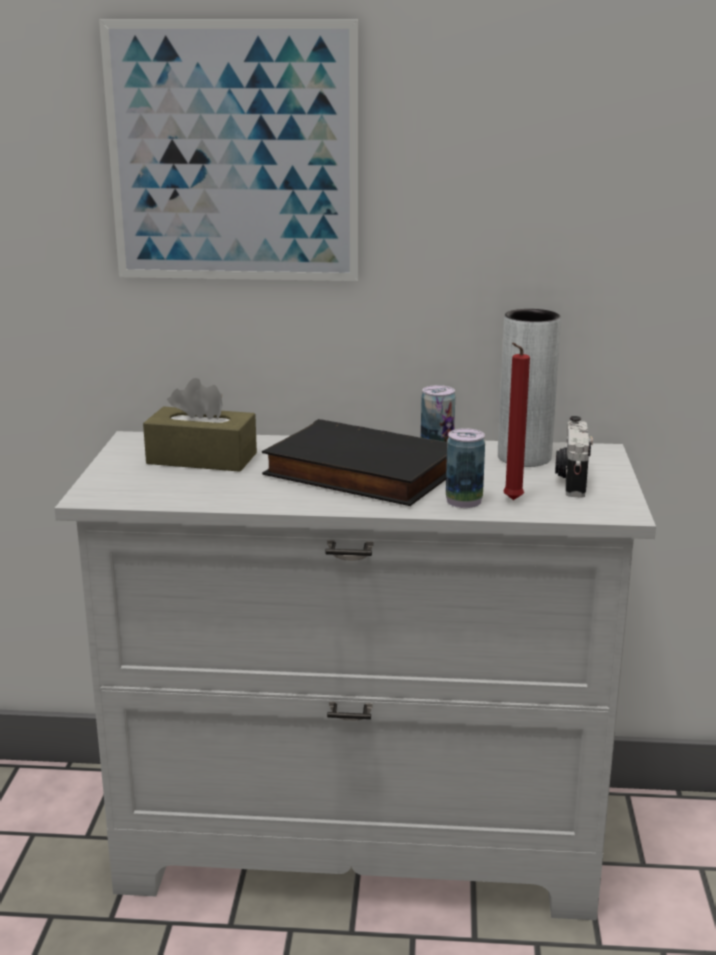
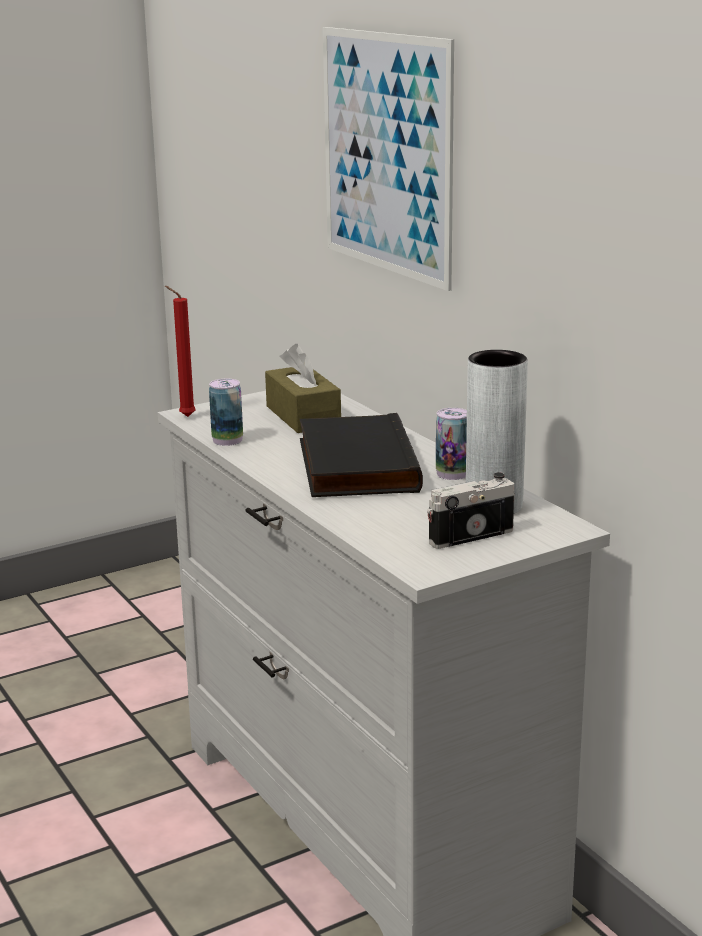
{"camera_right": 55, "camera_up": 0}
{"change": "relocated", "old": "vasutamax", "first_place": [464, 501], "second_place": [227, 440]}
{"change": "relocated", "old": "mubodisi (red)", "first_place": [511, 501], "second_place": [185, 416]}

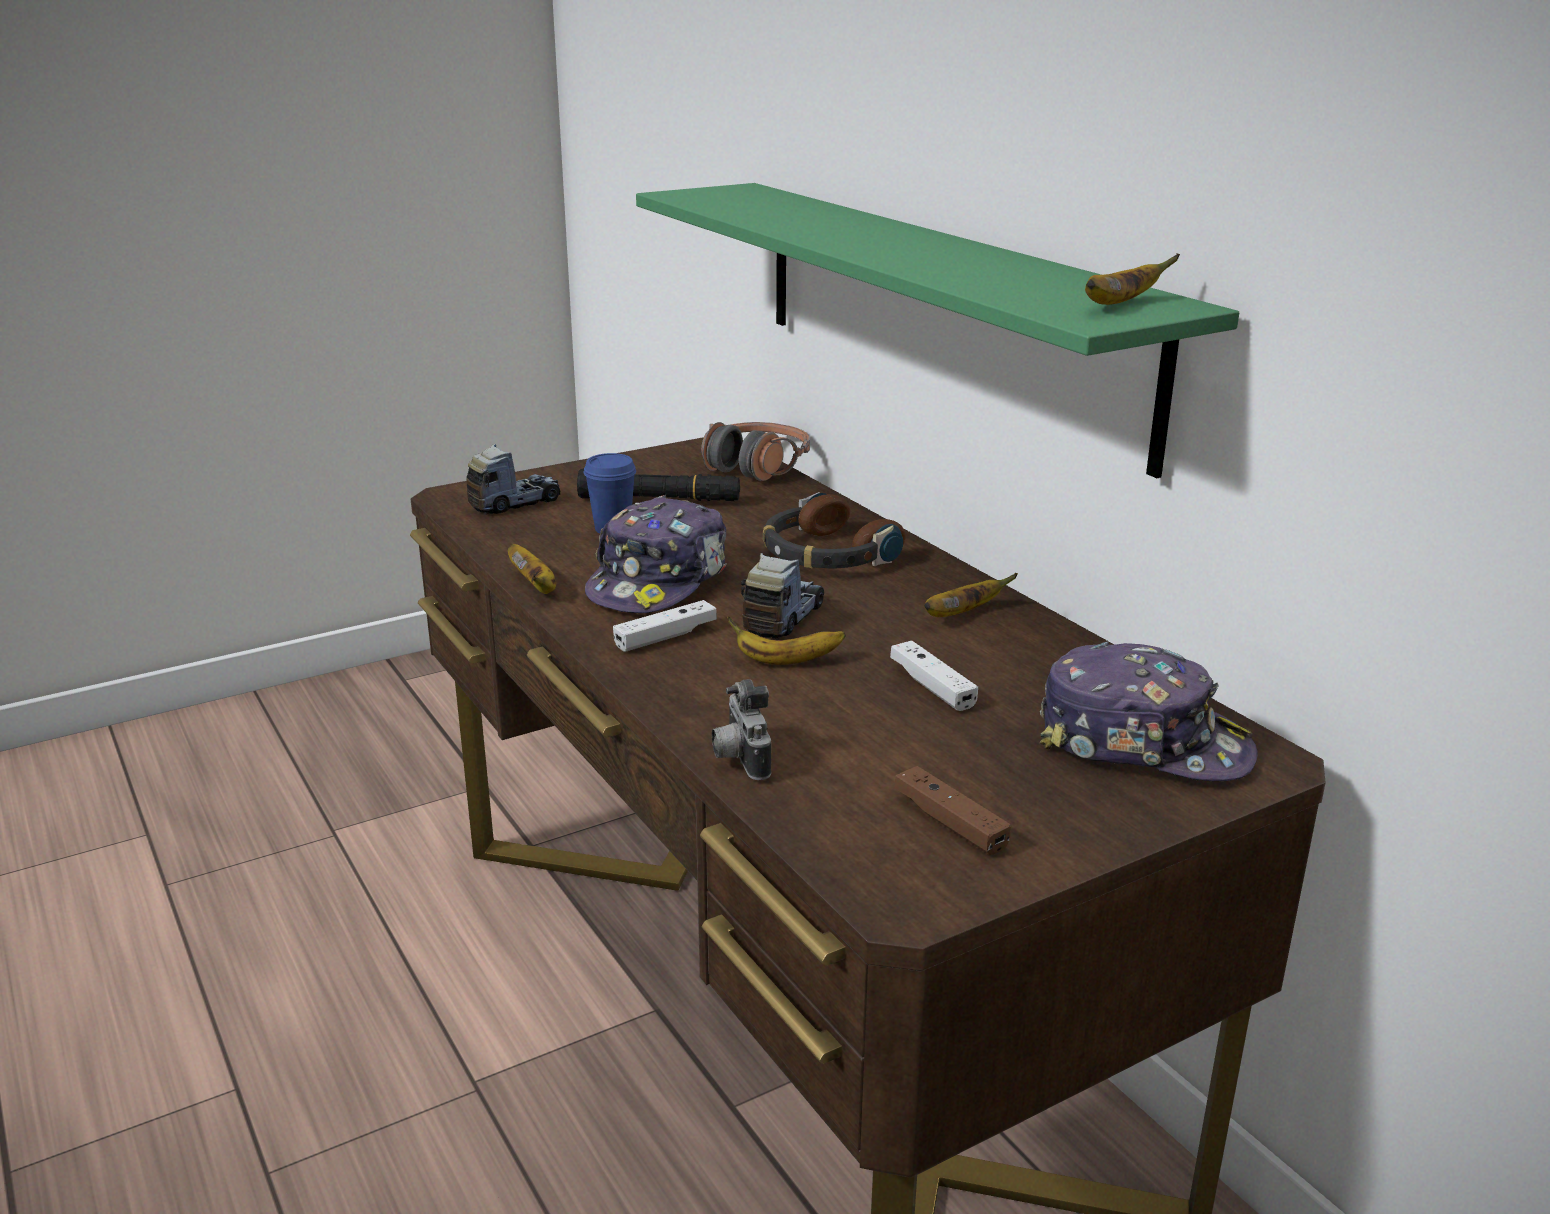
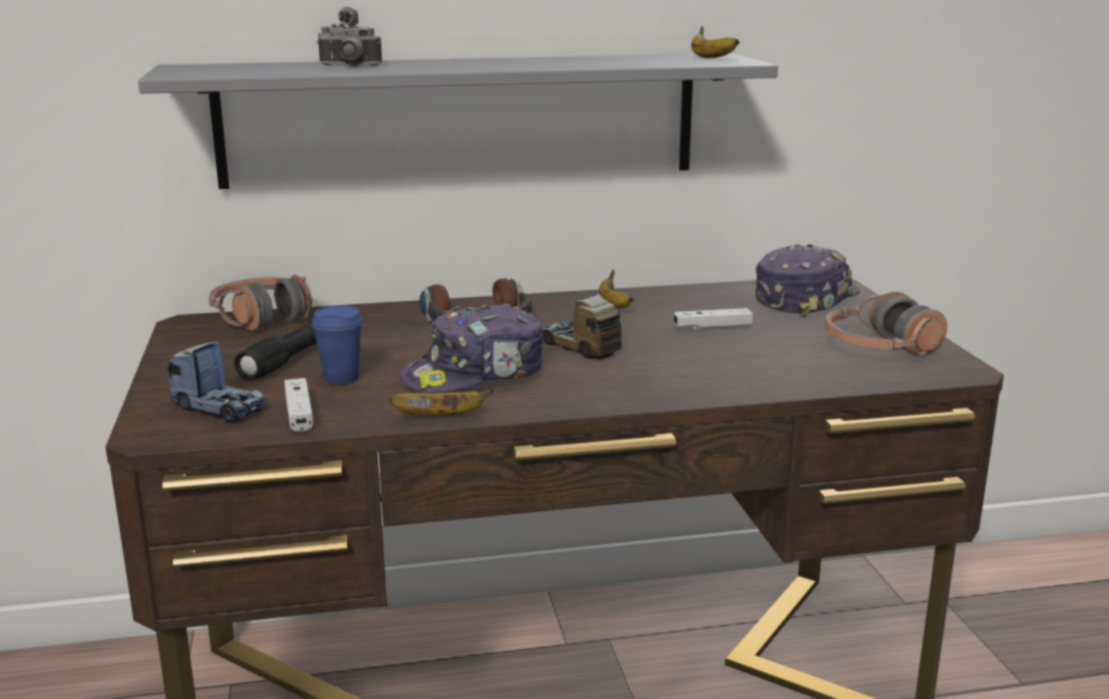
{"camera_right": -70, "camera_up": -5}
{"change": "missing", "old": "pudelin", "first_place": [786, 661]}
{"change": "relocated", "old": "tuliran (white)", "first_place": [666, 637], "second_place": [299, 414]}
{"change": "relocated", "old": "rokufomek", "first_place": [739, 759], "second_place": [349, 65]}
{"change": "exchanged", "old": "tuliran (brown)", "new": "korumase", "first_place": [950, 823], "second_place": [880, 349]}
{"change": "colour", "old": "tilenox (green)", "new": "tilenox (grey)", "first_place": [942, 312], "second_place": [460, 119]}
{"change": "spun", "old": "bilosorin", "first_place": [514, 503], "second_place": [218, 408], "degrees": 135}
{"change": "spun", "old": "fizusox", "first_place": [659, 581], "second_place": [476, 374], "degrees": 105}

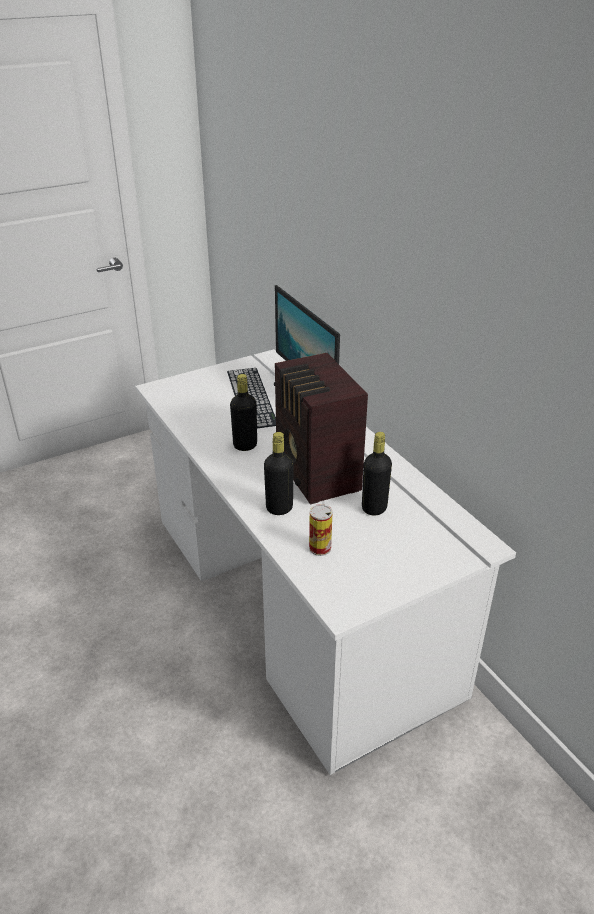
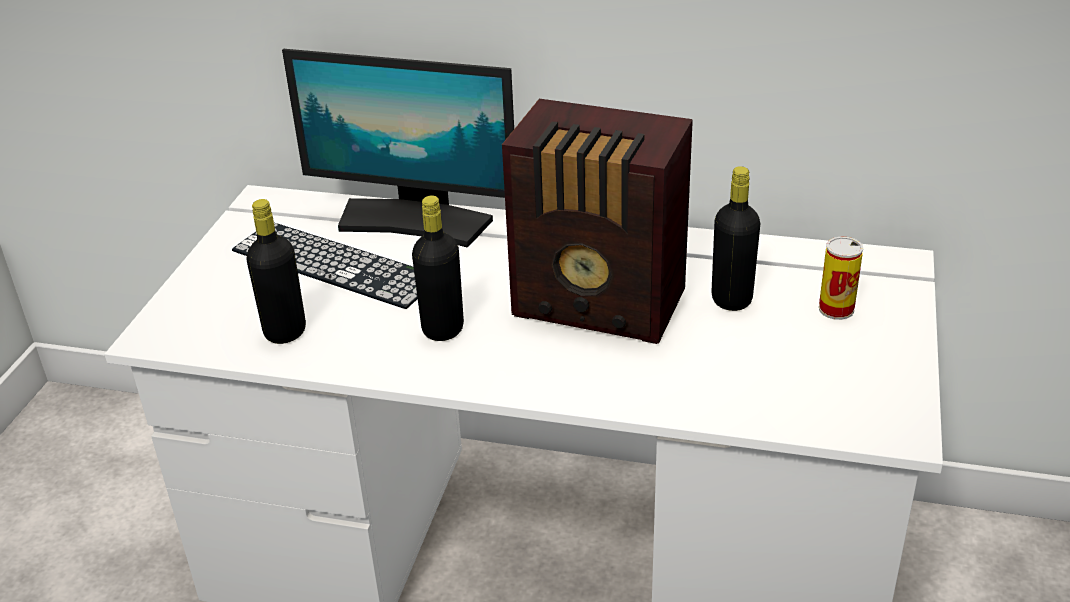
{"camera_right": -45, "camera_up": 0}
{"change": "relocated", "old": "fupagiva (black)", "first_place": [279, 508], "second_place": [285, 332]}
{"change": "relocated", "old": "vasutamax", "first_place": [320, 548], "second_place": [836, 309]}

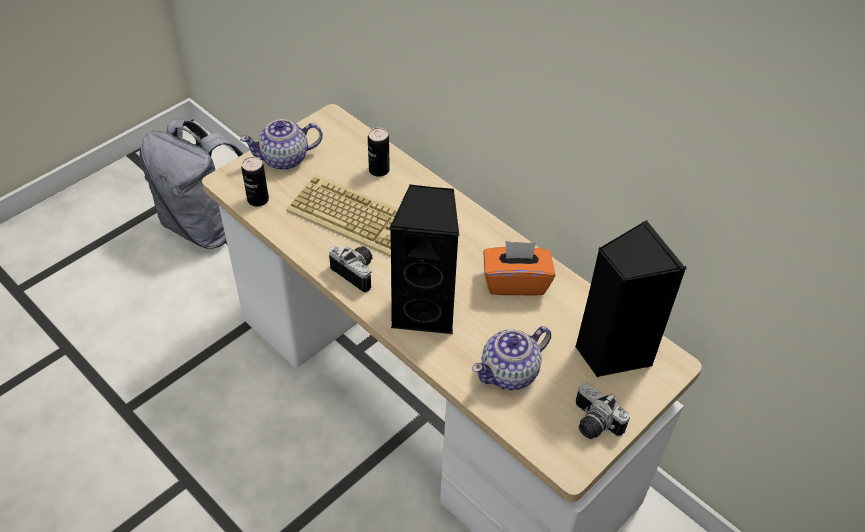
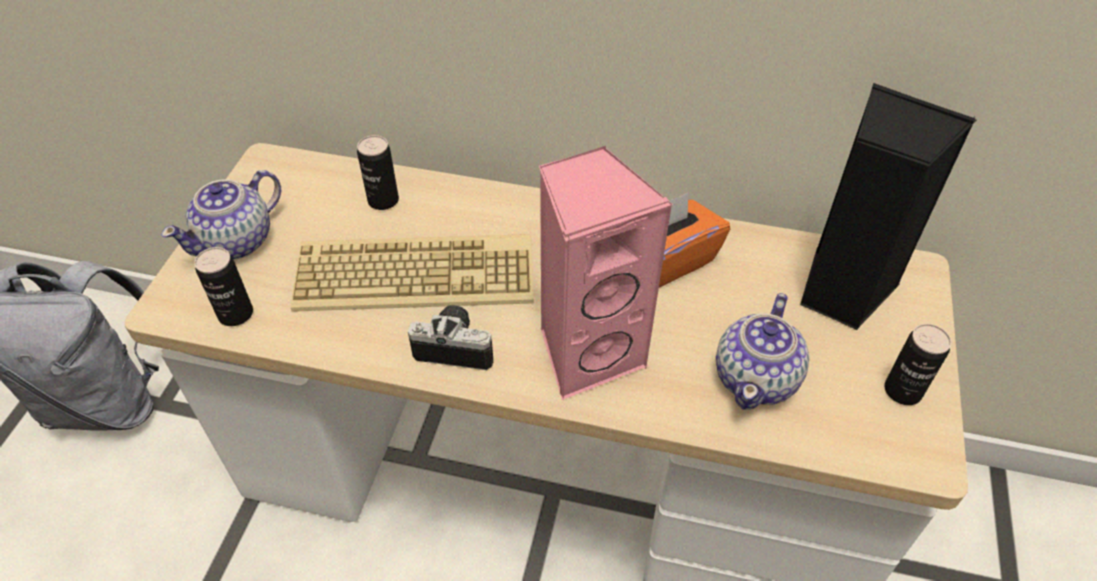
{"camera_right": -30, "camera_up": 0}
{"change": "exchanged", "old": "rokufomek", "new": "vasutamax", "first_place": [592, 424], "second_place": [902, 391]}
{"change": "colour", "old": "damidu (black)", "new": "damidu (pink)", "first_place": [425, 310], "second_place": [587, 352]}

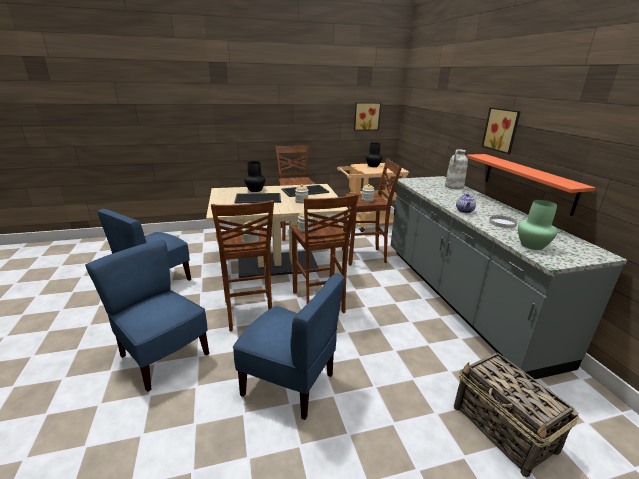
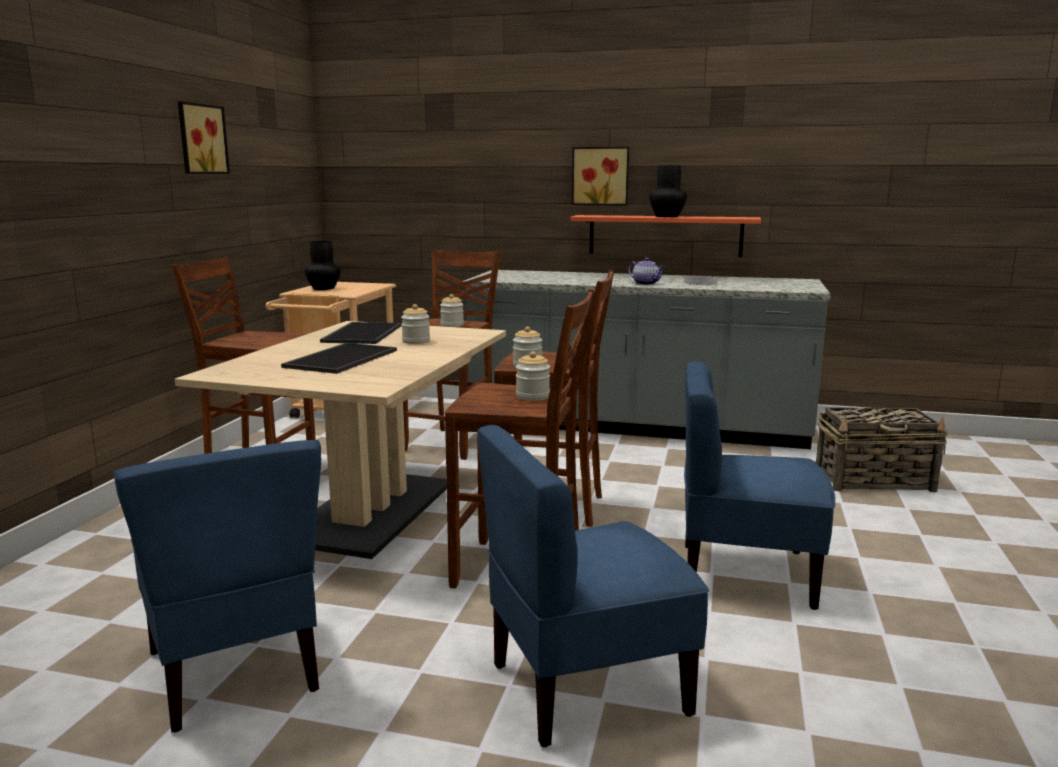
{"camera_right": -60, "camera_up": -10}
{"change": "missing", "old": "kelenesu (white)", "first_place": [454, 187]}
{"change": "missing", "old": "kelenesu (green)", "first_place": [532, 245]}
{"change": "relocated", "old": "kelenesu (black)", "first_place": [255, 190], "second_place": [667, 216]}
{"change": "relocated", "old": "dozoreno", "first_place": [366, 116], "second_place": [200, 139]}
{"change": "spun", "old": "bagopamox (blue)", "first_place": [289, 383], "second_place": [745, 574], "degrees": -135}

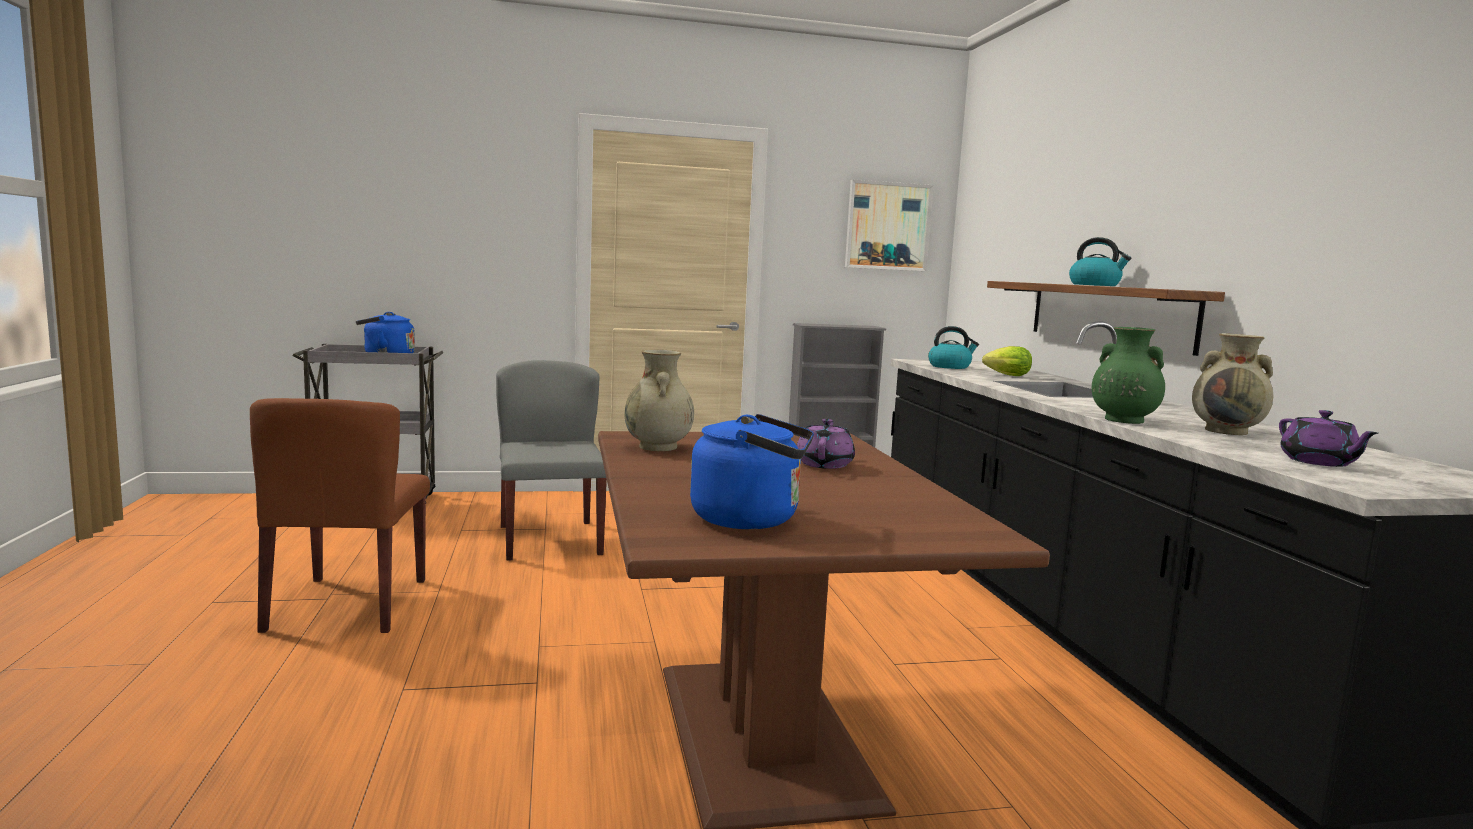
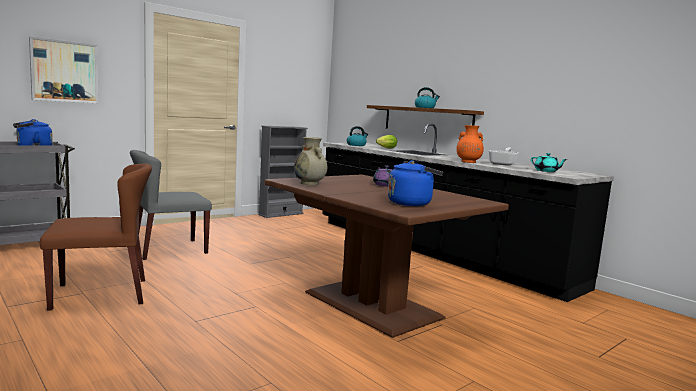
{"camera_right": -30, "camera_up": 0}
{"change": "relocated", "old": "dozoreno", "first_place": [887, 226], "second_place": [64, 71]}
{"change": "exchanged", "old": "kelenesu (beige)", "new": "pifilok", "first_place": [1227, 431], "second_place": [503, 164]}
{"change": "colour", "old": "kelenesu (green)", "new": "kelenesu (orange)", "first_place": [1122, 420], "second_place": [468, 162]}
{"change": "colour", "old": "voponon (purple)", "new": "voponon (turquoise)", "first_place": [1319, 462], "second_place": [546, 171]}
{"change": "spun", "old": "bagopamox (brown)", "first_place": [348, 605], "second_place": [101, 294], "degrees": -75}
{"change": "spun", "old": "bagopamox (grey)", "first_place": [549, 539], "second_place": [169, 249], "degrees": -75}

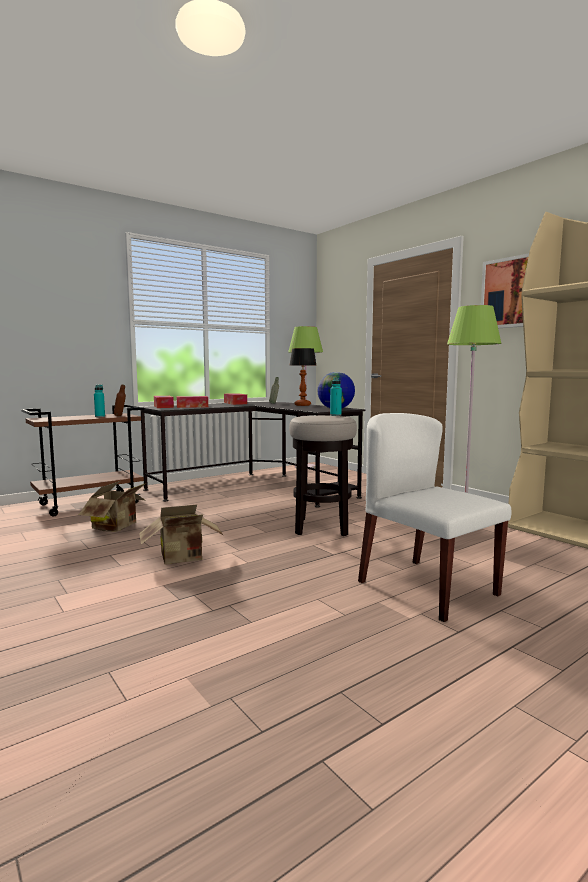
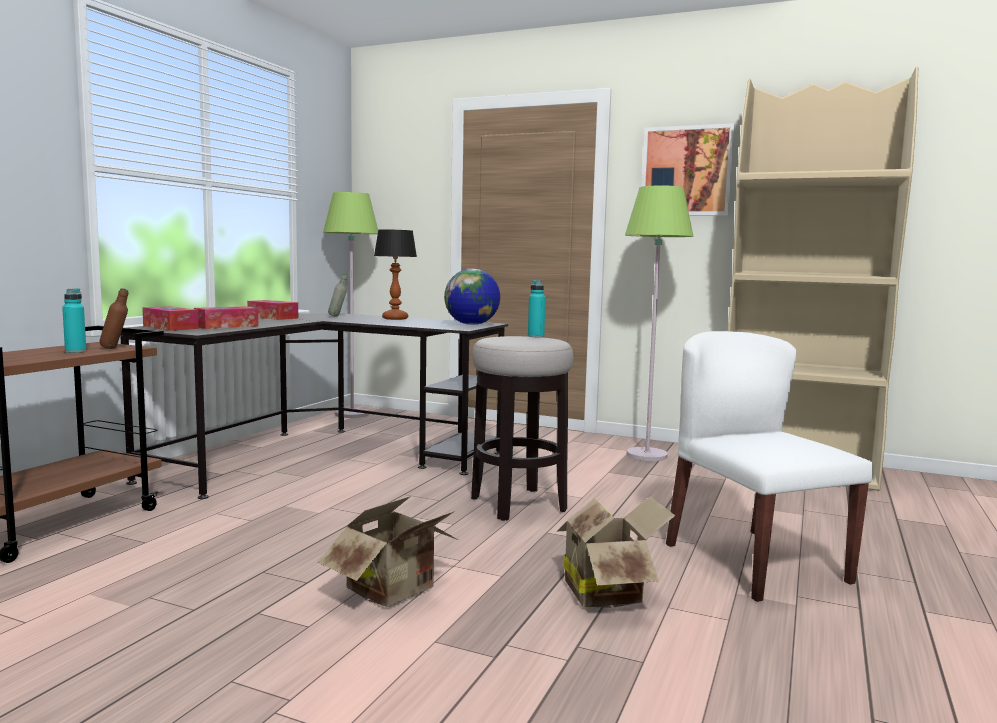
{"camera_right": -30, "camera_up": 0}
{"change": "relocated", "old": "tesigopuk", "first_place": [118, 527], "second_place": [608, 592]}
{"change": "spun", "old": "bagopamox (white)", "first_place": [426, 587], "second_place": [754, 562], "degrees": 45}

